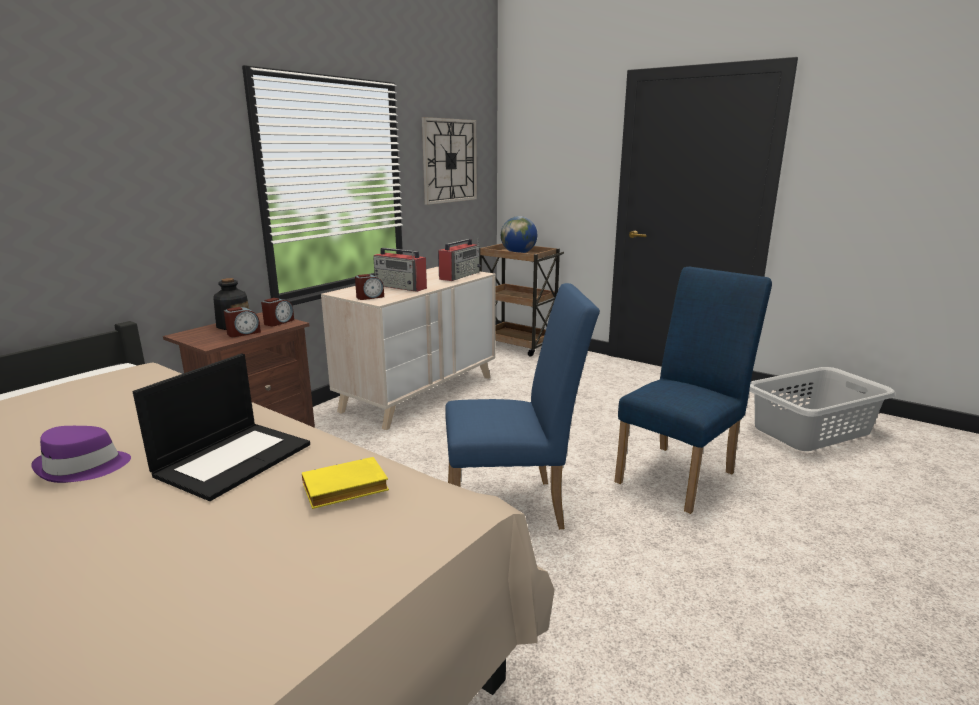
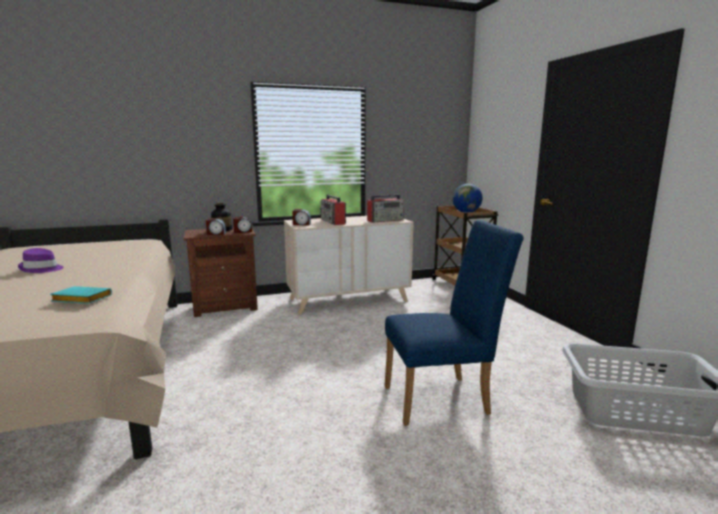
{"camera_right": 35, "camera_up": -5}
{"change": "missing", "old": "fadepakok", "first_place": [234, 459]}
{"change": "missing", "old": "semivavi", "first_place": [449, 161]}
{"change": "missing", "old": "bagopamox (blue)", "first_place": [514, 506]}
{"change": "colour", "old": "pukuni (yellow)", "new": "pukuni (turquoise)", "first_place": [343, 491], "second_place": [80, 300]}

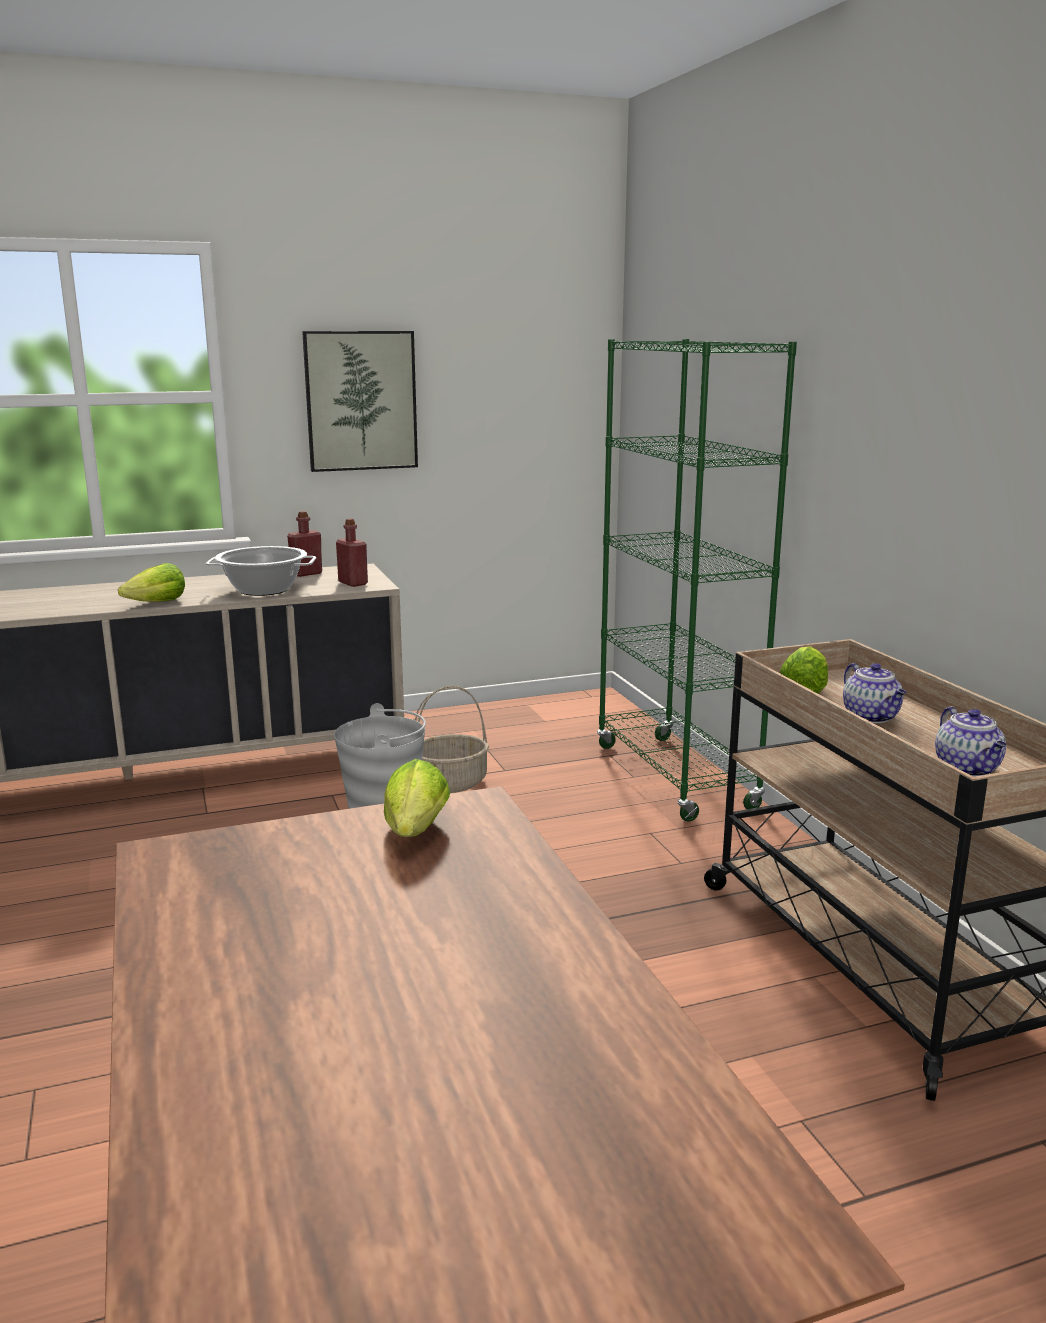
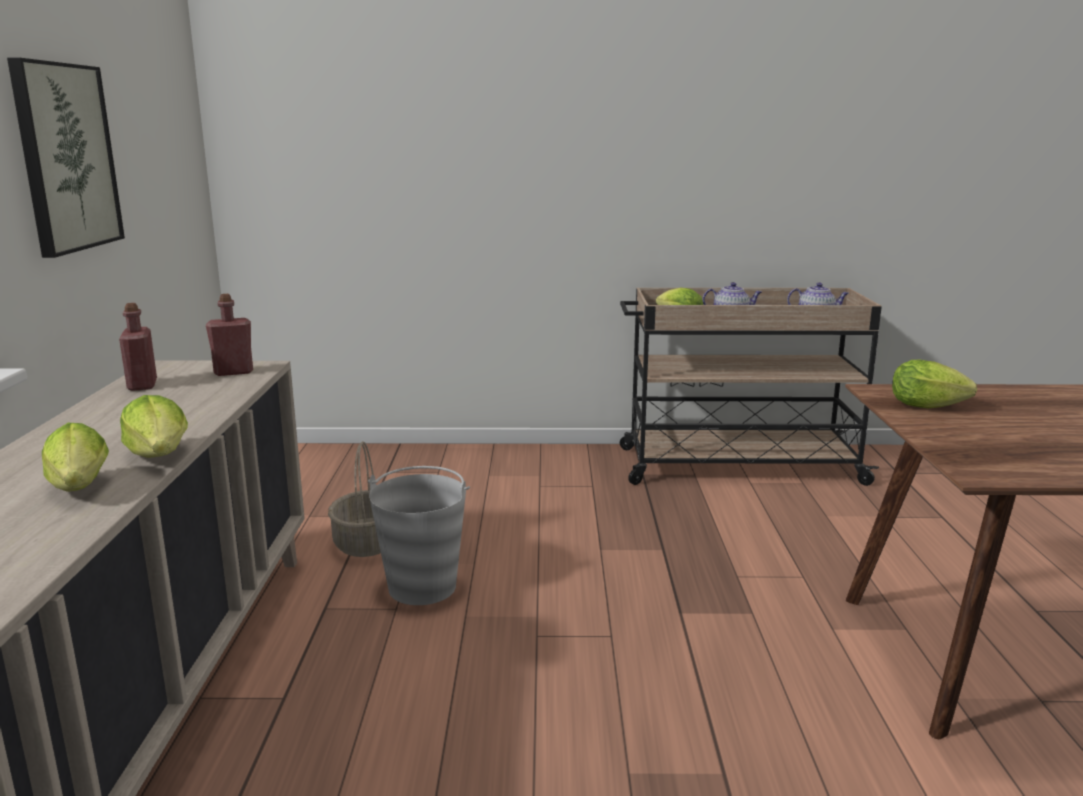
{"camera_right": -70, "camera_up": 0}
{"change": "missing", "old": "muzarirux", "first_place": [264, 590]}
{"change": "missing", "old": "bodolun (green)", "first_place": [675, 777]}
{"change": "appeared", "new": "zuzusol", "second_place": [79, 490]}

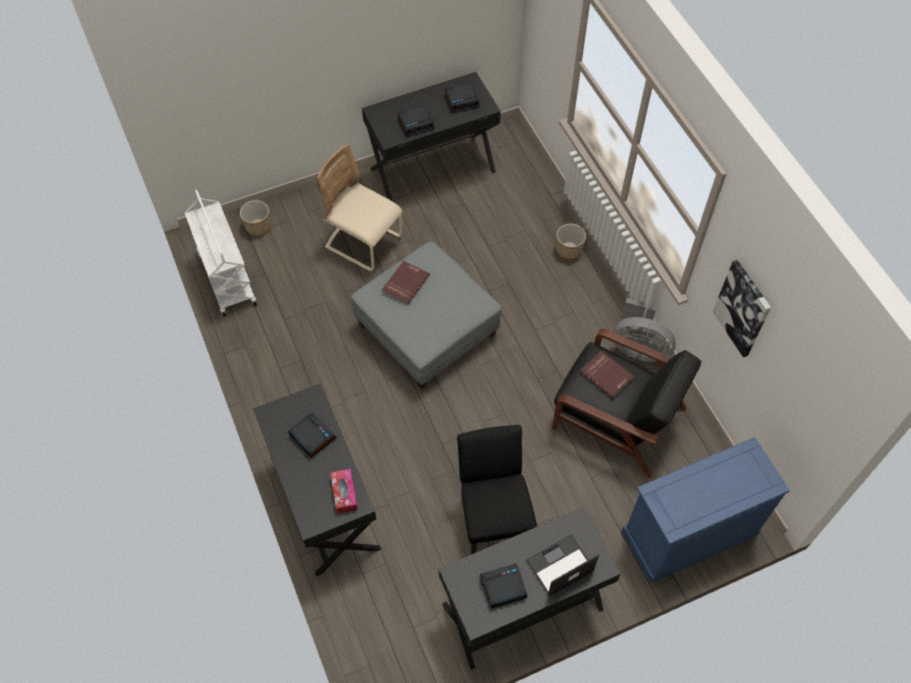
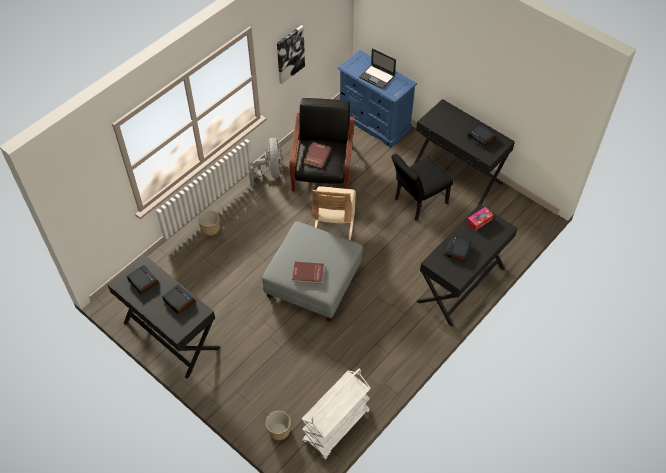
{"camera_right": -115, "camera_up": -5}
{"change": "relocated", "old": "bagopamox (beige)", "first_place": [364, 242], "second_place": [333, 227]}
{"change": "relocated", "old": "fadepakok", "first_place": [559, 566], "second_place": [377, 77]}

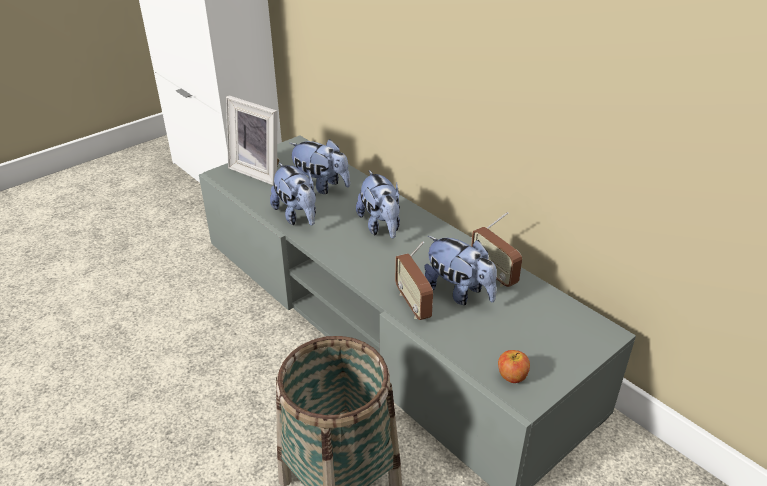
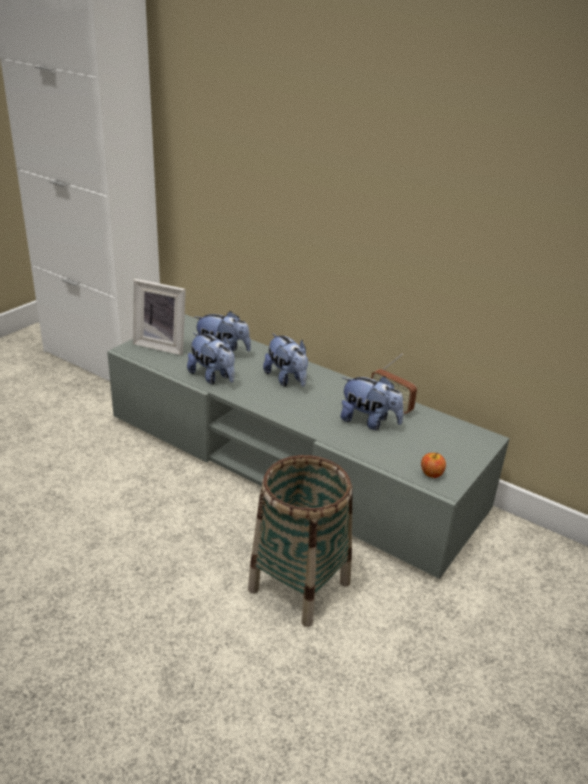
{"camera_right": -15, "camera_up": -5}
{"change": "missing", "old": "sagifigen", "first_place": [413, 304]}

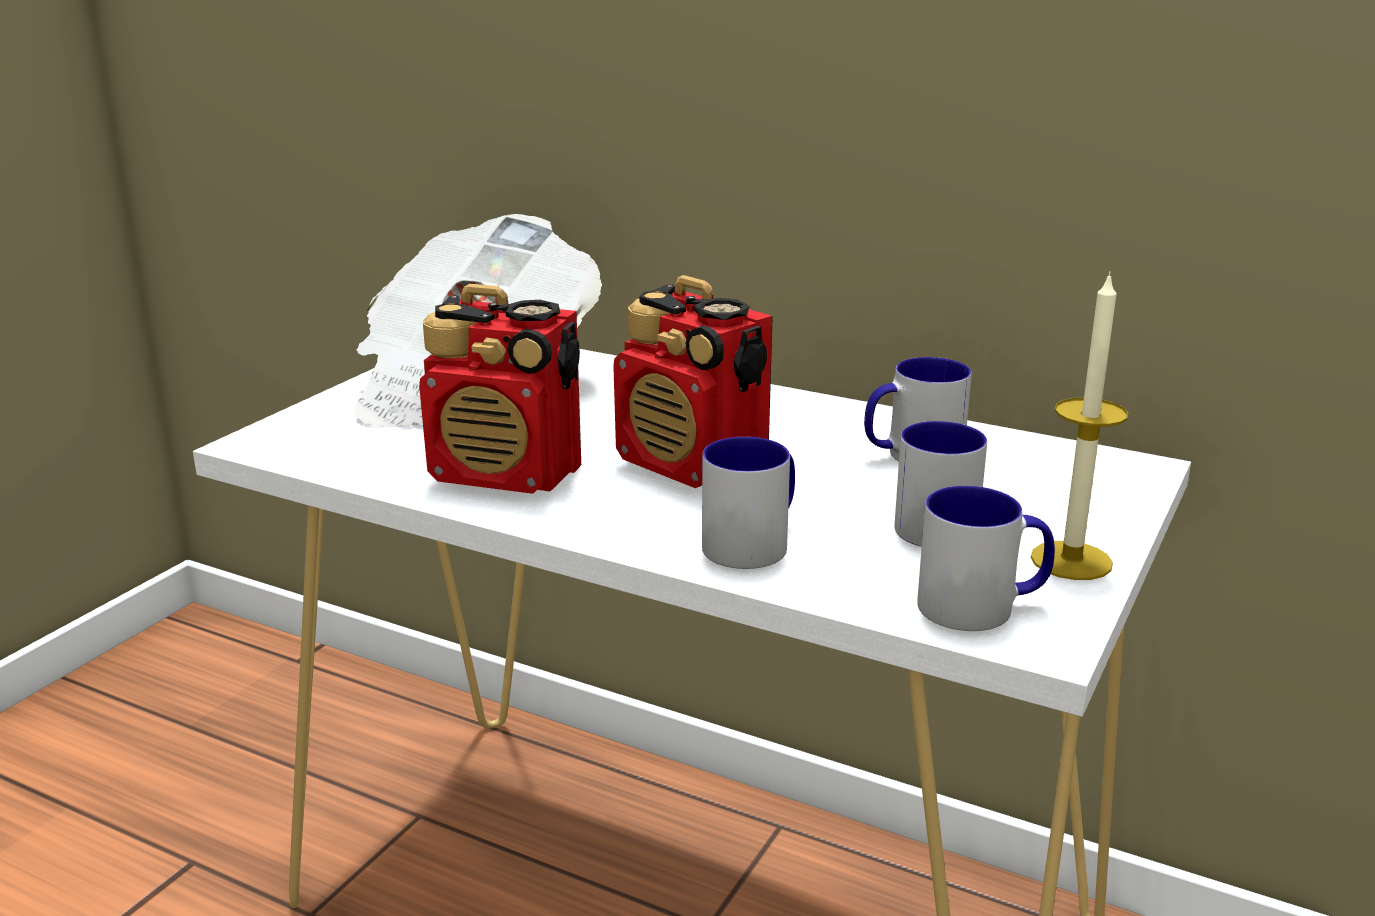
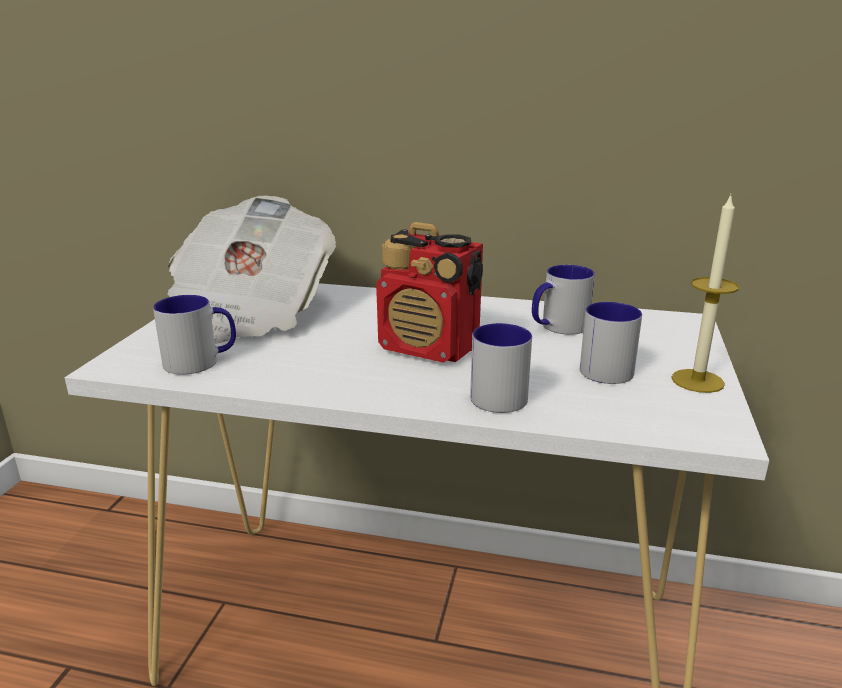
{"camera_right": -15, "camera_up": 0}
{"change": "missing", "old": "sagifigen", "first_place": [507, 475]}
{"change": "relocated", "old": "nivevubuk", "first_place": [982, 606], "second_place": [201, 361]}

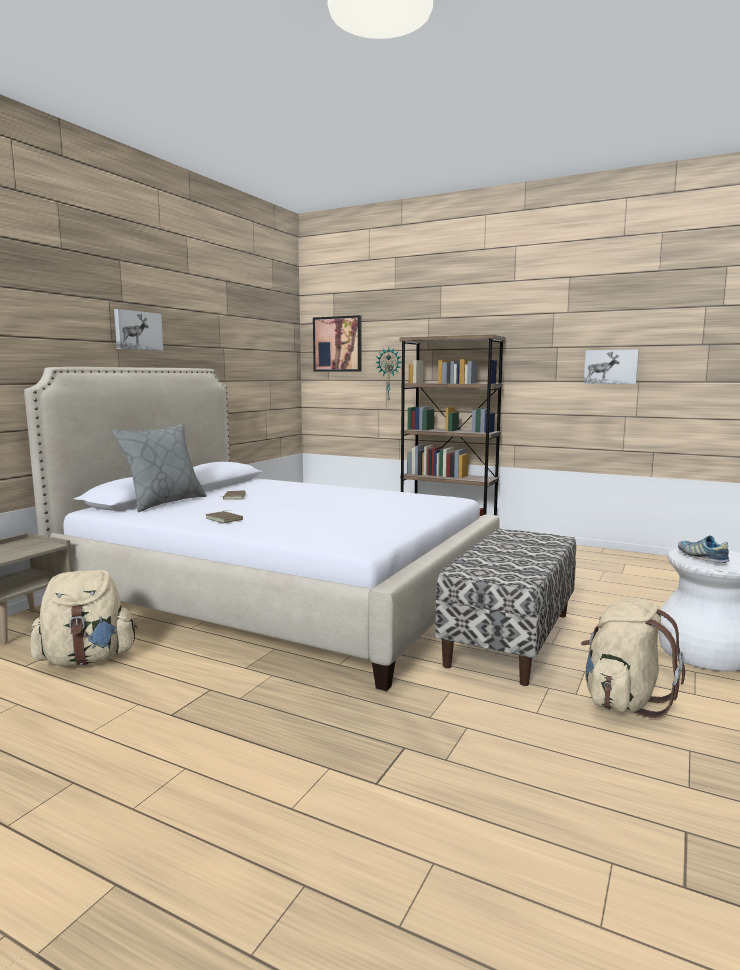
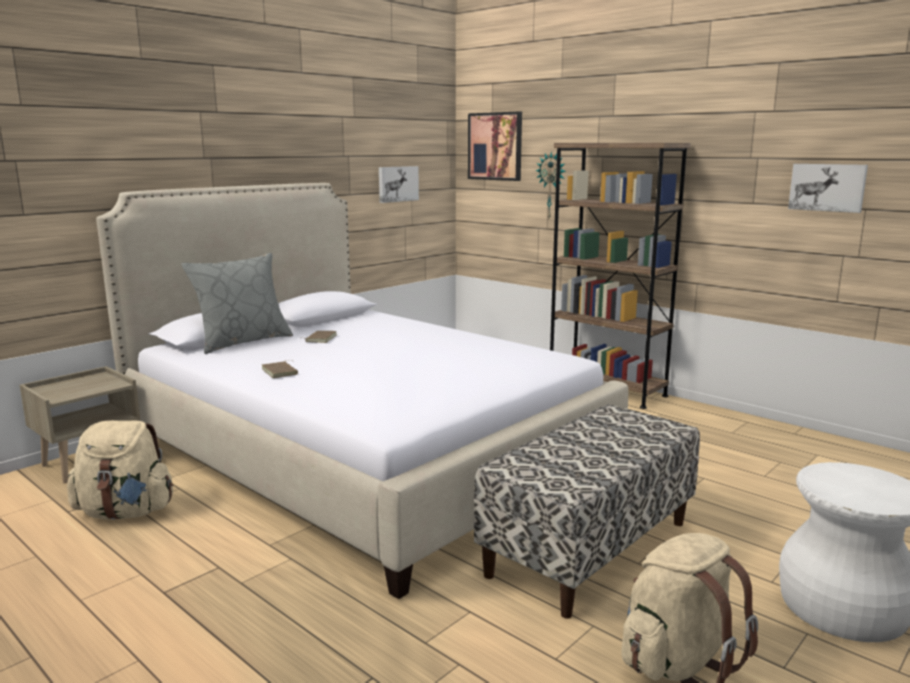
{"camera_right": 15, "camera_up": 5}
{"change": "missing", "old": "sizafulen", "first_place": [701, 557]}
{"change": "relocated", "old": "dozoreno", "first_place": [137, 330], "second_place": [397, 184]}

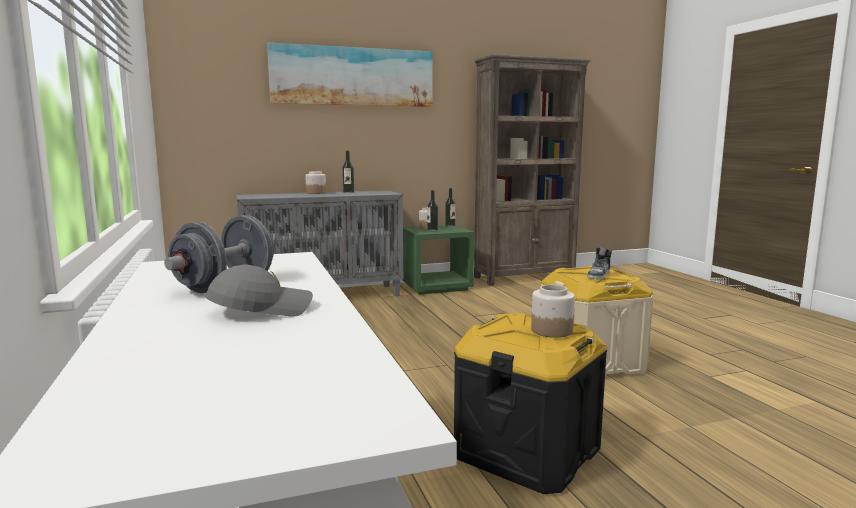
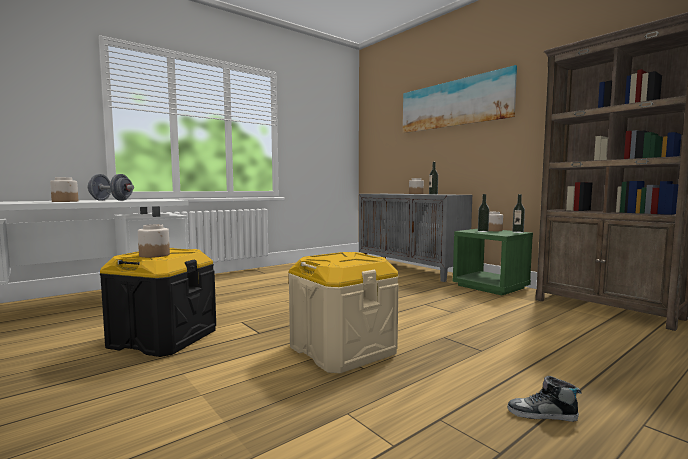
{"camera_right": 70, "camera_up": -5}
{"change": "relocated", "old": "sizafulen", "first_place": [599, 275], "second_place": [542, 414]}
{"change": "exchanged", "old": "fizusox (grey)", "new": "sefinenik", "first_place": [261, 309], "second_place": [65, 201]}

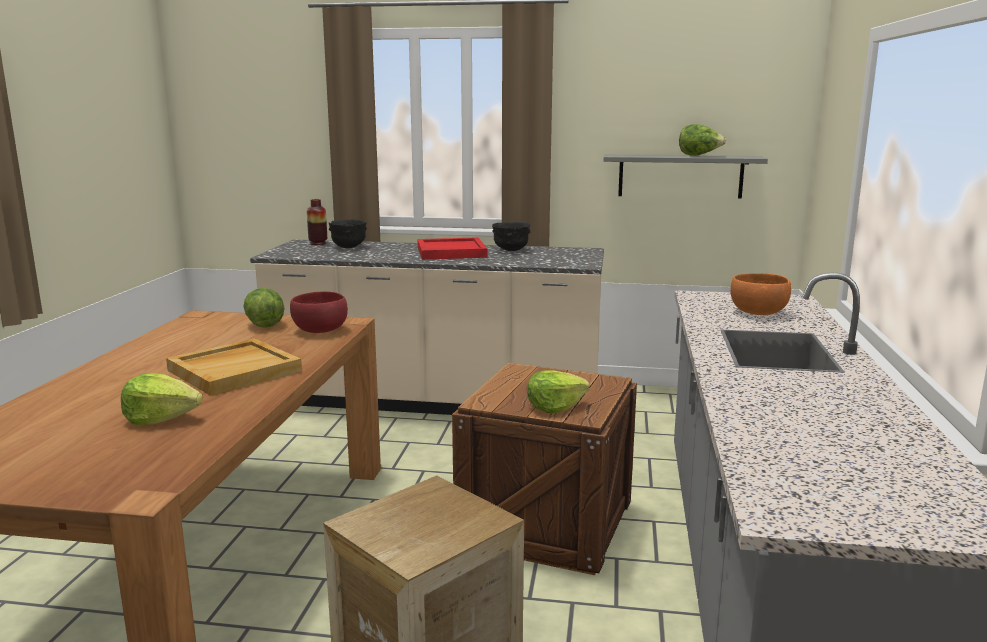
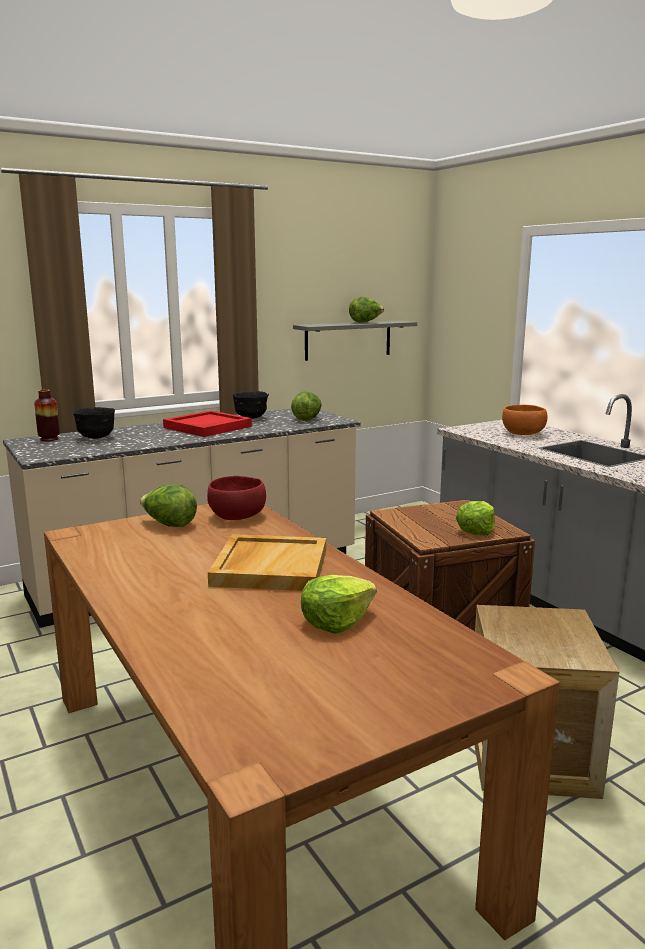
{"camera_right": -40, "camera_up": 0}
{"change": "appeared", "new": "zuzusol", "second_place": [307, 419]}

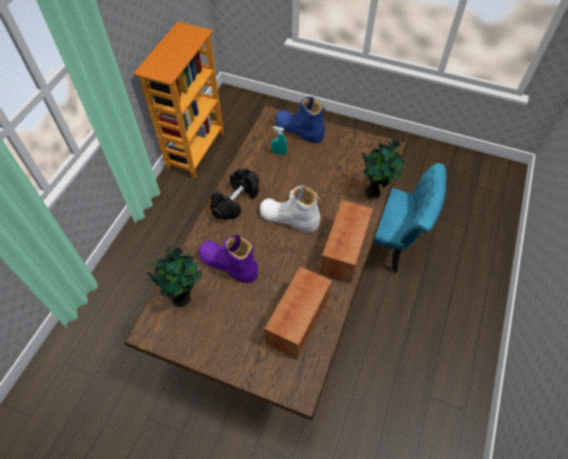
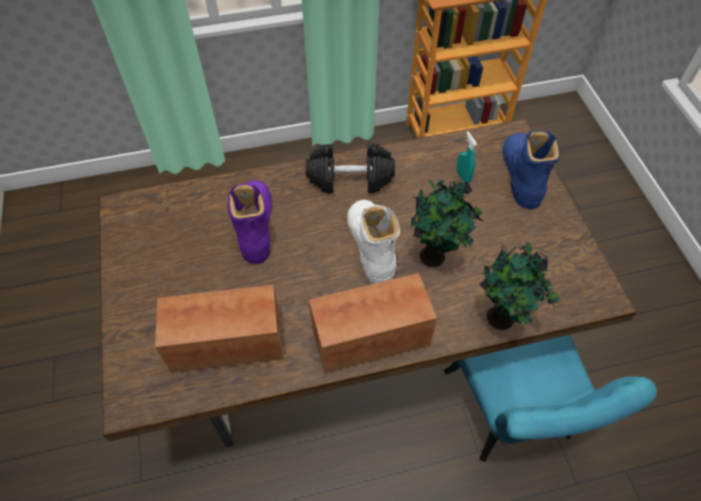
{"camera_right": 55, "camera_up": 0}
{"change": "relocated", "old": "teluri", "first_place": [182, 297], "second_place": [435, 256]}

